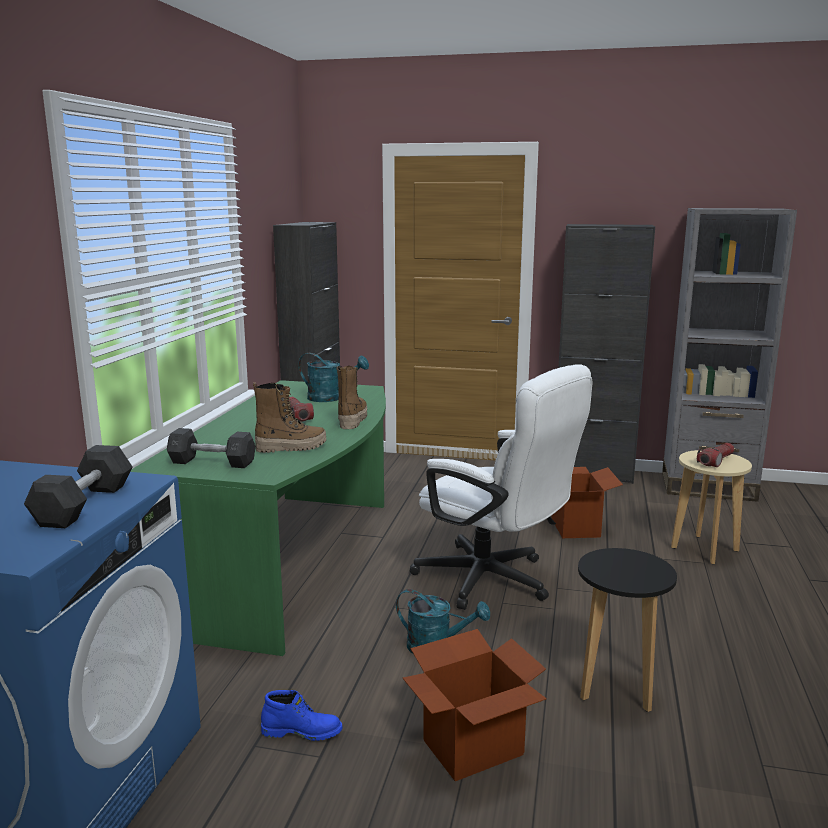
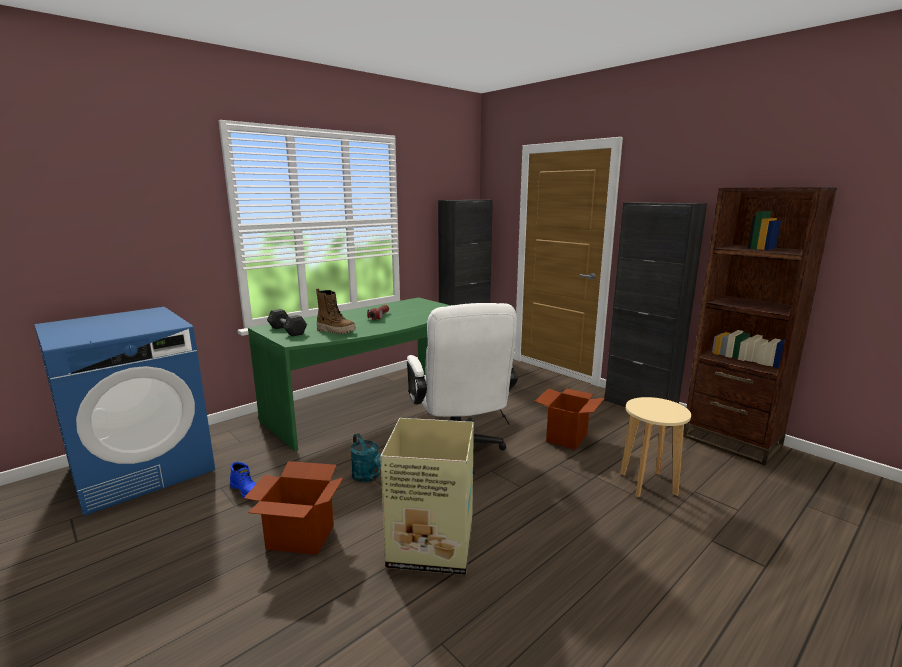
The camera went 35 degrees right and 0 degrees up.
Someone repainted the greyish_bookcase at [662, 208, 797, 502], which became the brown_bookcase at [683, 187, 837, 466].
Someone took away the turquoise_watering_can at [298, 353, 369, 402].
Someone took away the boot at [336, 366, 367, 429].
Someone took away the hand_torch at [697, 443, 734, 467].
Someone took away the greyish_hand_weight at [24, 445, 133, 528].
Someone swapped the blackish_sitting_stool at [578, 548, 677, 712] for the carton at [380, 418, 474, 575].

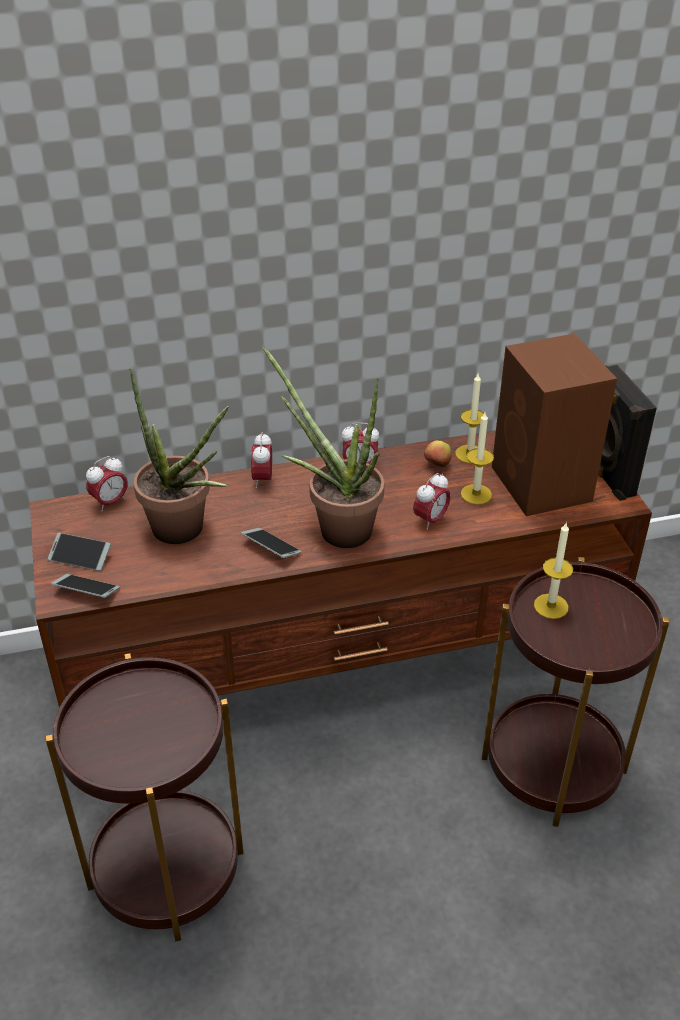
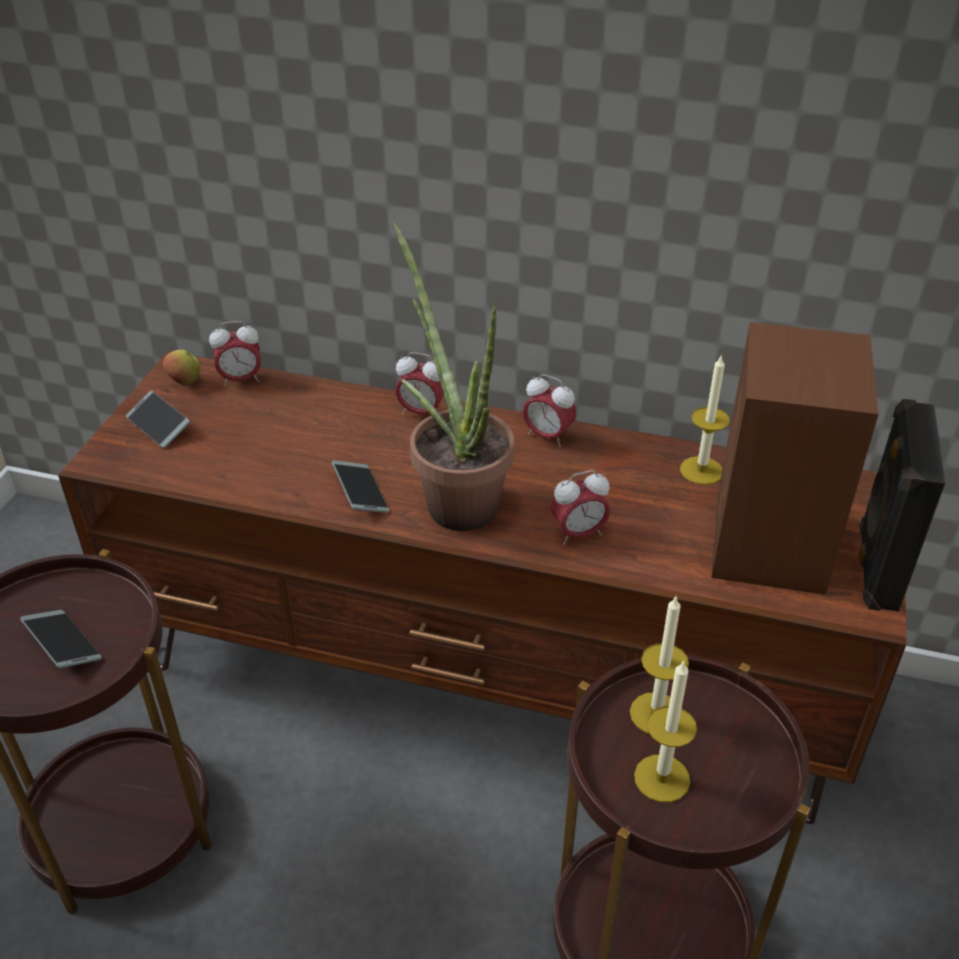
The camera went 30 degrees right and 0 degrees up.
Someone took away the plant_in_a_pot at [129, 367, 229, 544].
Someone carried the wax_light from [461, 412, 494, 505] to [634, 660, 697, 802].
Someone rotated the alarm_clock at [251, 432, 272, 488] by 105 degrees counterclockwise.
Someone carried the apple from [424, 440, 452, 467] to [163, 350, 200, 386].
Someone carried the handset from [51, 574, 120, 598] to [20, 610, 101, 668].

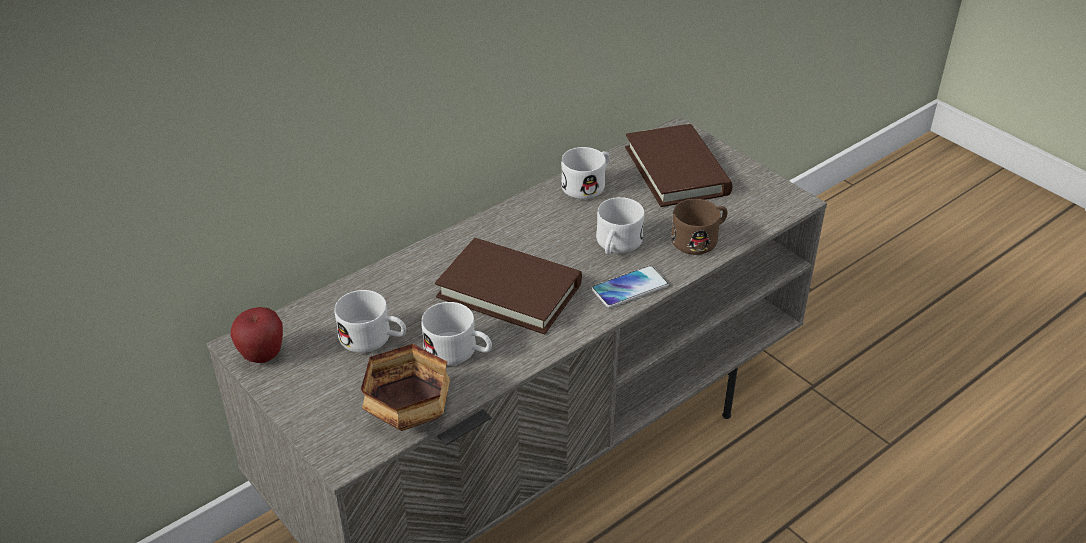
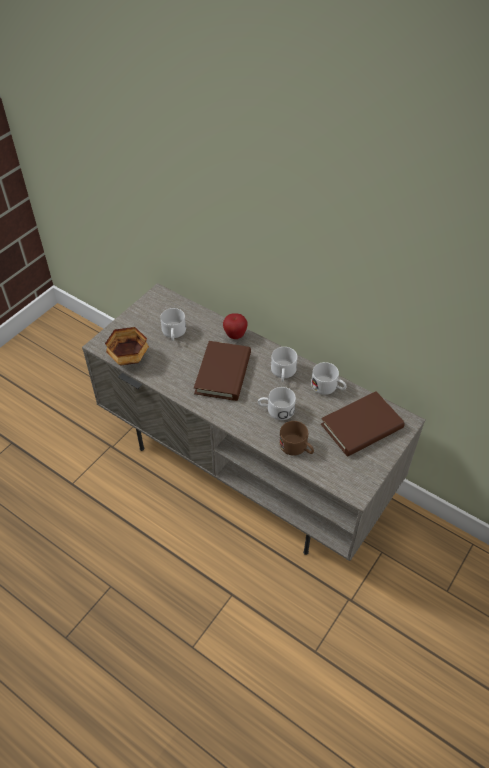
The camera went 75 degrees right and 10 degrees up.
Someone took away the handset at [592, 265, 669, 308].
Someone carried the whitish_coffee_mug from [421, 302, 492, 365] to [271, 347, 297, 382].
Someone carried the apple from [231, 307, 283, 363] to [223, 313, 248, 339].

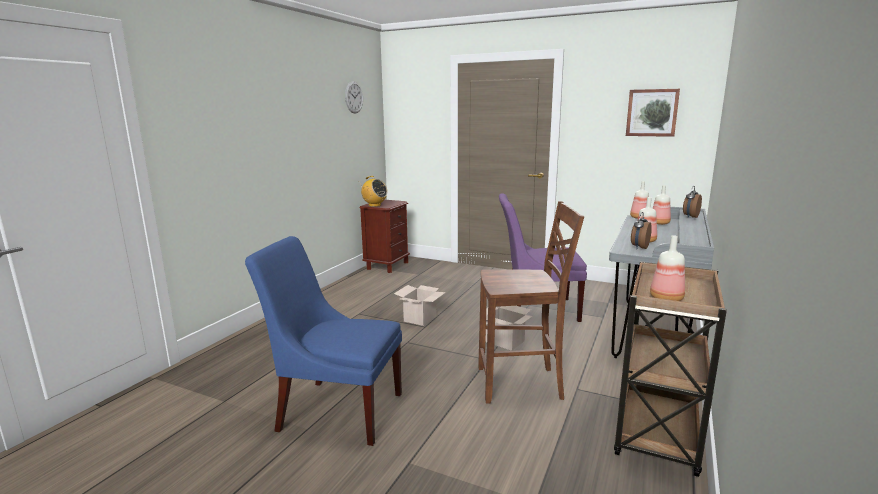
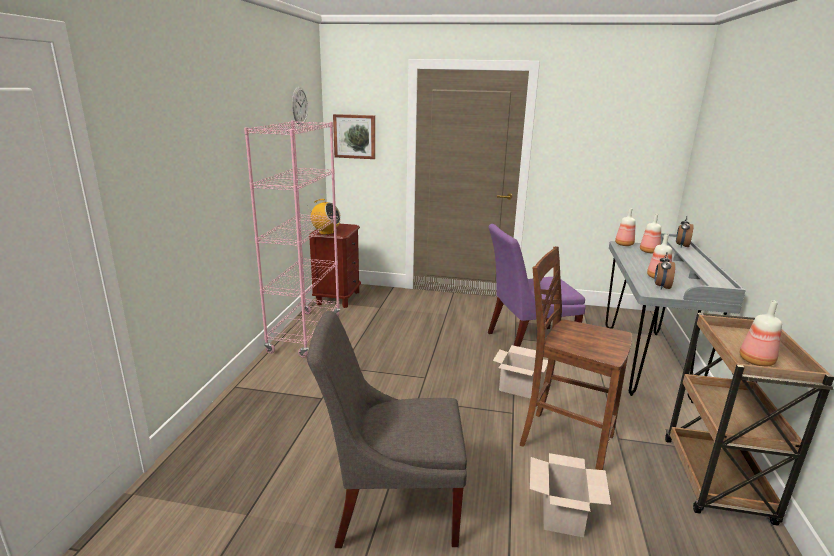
The camera went 15 degrees left and 5 degrees up.
Someone carried the picture from [626, 89, 680, 137] to [333, 114, 375, 159].
Someone rotated the brown_plain_chair at [478, 201, 584, 404] by 135 degrees counterclockwise.
Someone repainted the blue-coloured_plain_chair at [245, 236, 402, 446], which became the greyish_plain_chair at [307, 311, 467, 548].
Someone carried the carton from [394, 285, 446, 326] to [530, 453, 611, 537].
Someone put down the pink-coloured_bookcase at [244, 120, 341, 358].

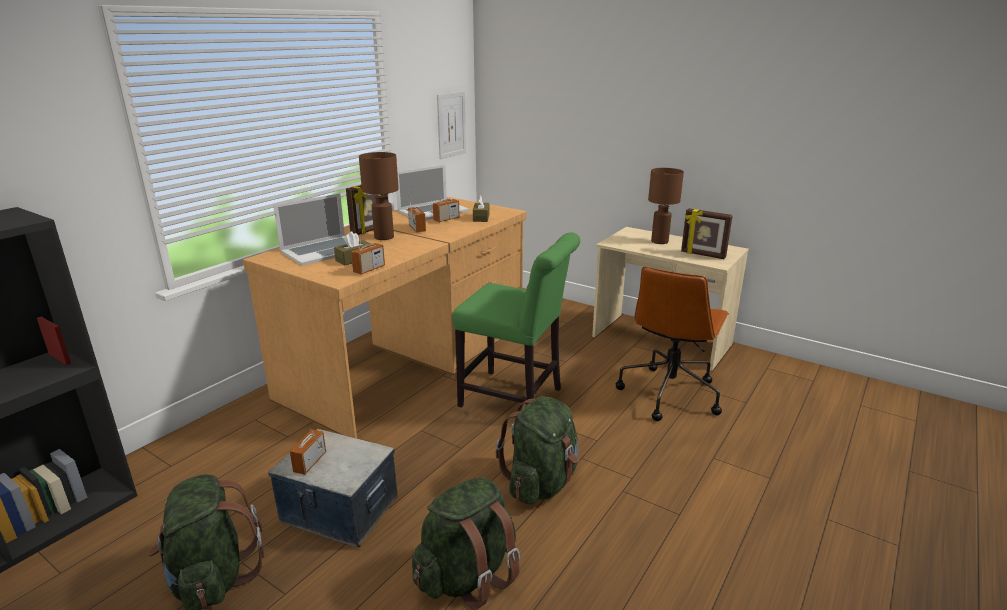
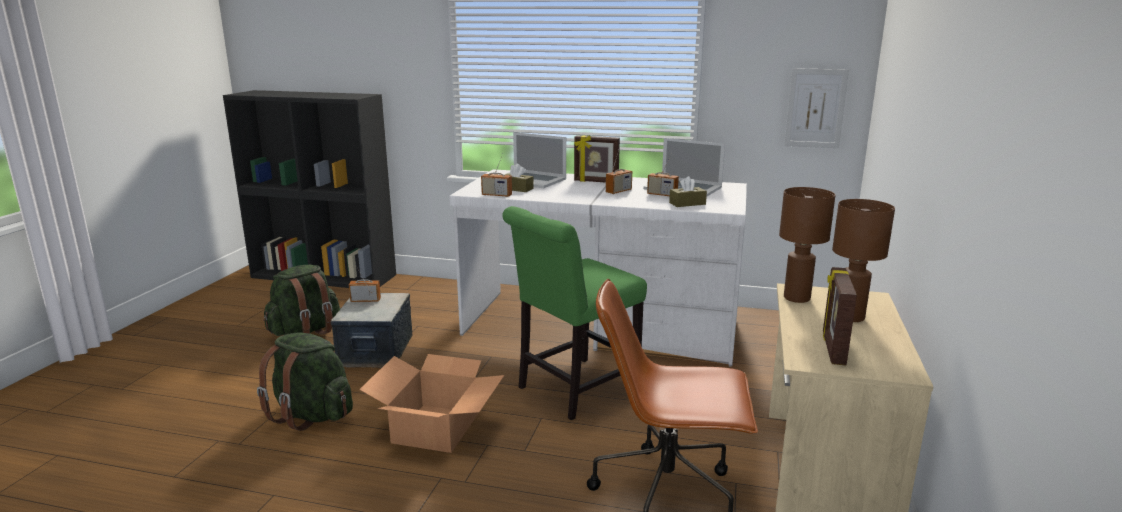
The camera went 70 degrees right and 5 degrees down.
Someone carried the brown_table_lamp from [359, 152, 399, 240] to [779, 187, 835, 303].
Someone repainted the brown_desk_table at [243, 197, 526, 439], which became the whitish_desk_table at [449, 169, 747, 367].
Someone rotated the green_plain_chair at [452, 232, 580, 408] by 45 degrees clockwise.
Someone swapped the green_backpack at [496, 396, 579, 504] for the carton at [359, 354, 504, 453].

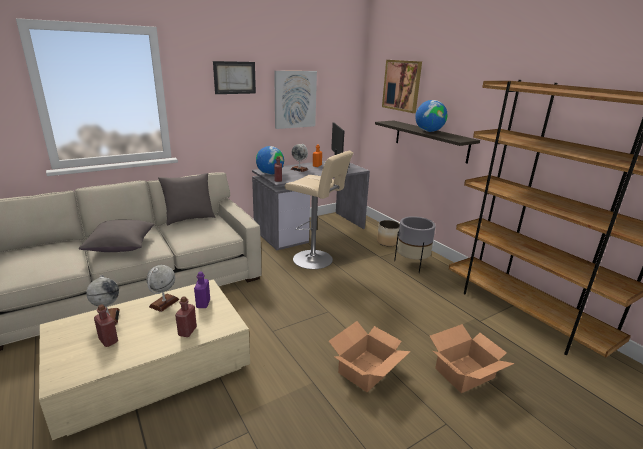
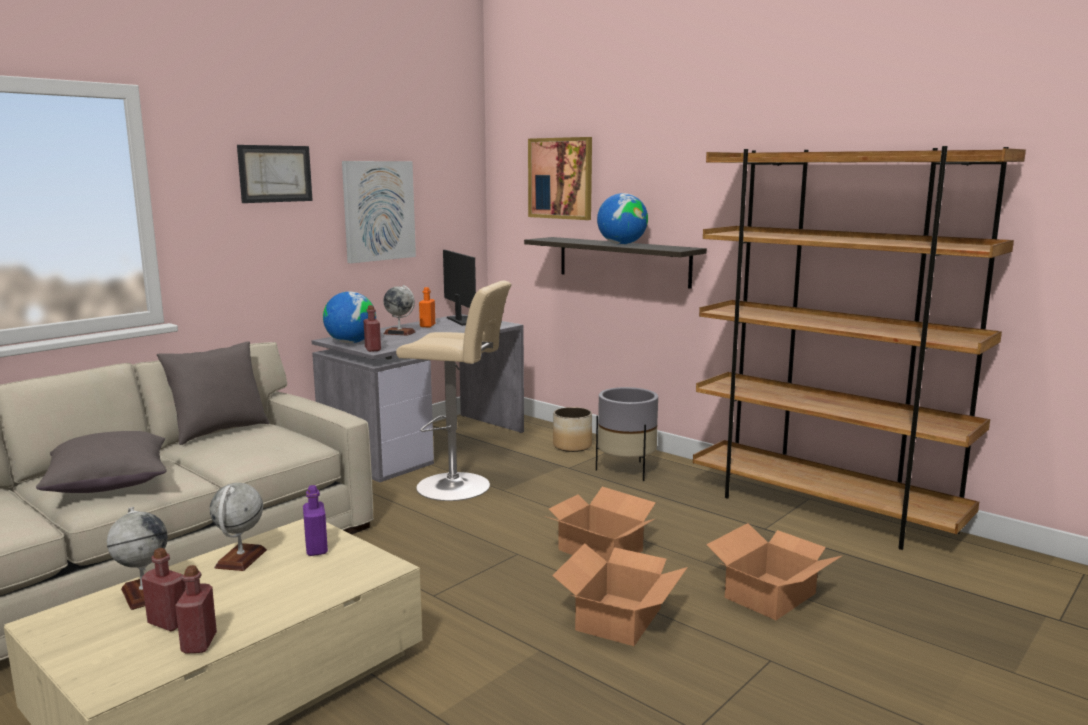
The camera went 15 degrees left and 10 degrees down.
Someone carried the red_bottle from [175, 296, 197, 337] to [175, 565, 217, 654].
Someone put down the carton at [545, 487, 656, 562].

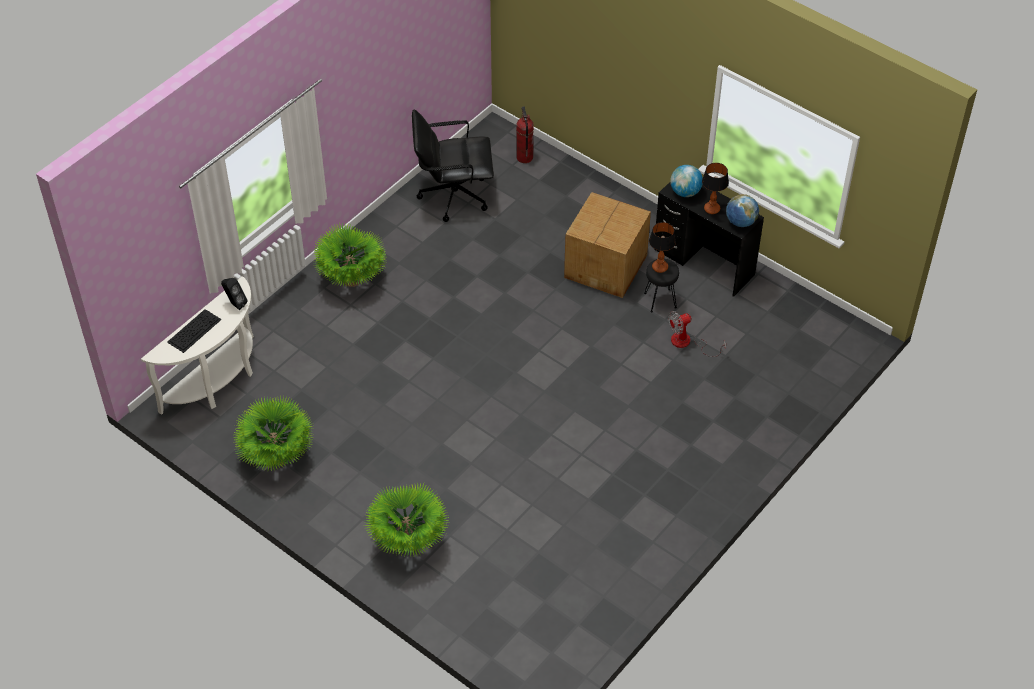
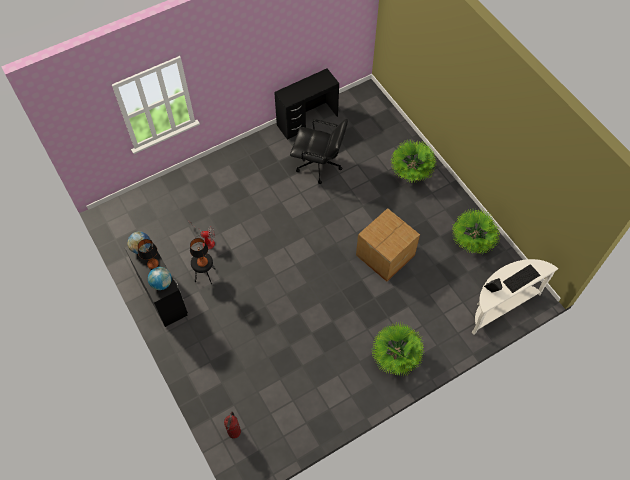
The camera went 160 degrees left and 10 degrees up.
Someone carried the blackish_computer_chair from [412, 110, 494, 222] to [290, 119, 348, 184].
Someone carried the carton from [564, 192, 651, 298] to [356, 208, 420, 282].
Someone put down the blackish_desk_table at [274, 69, 339, 140].

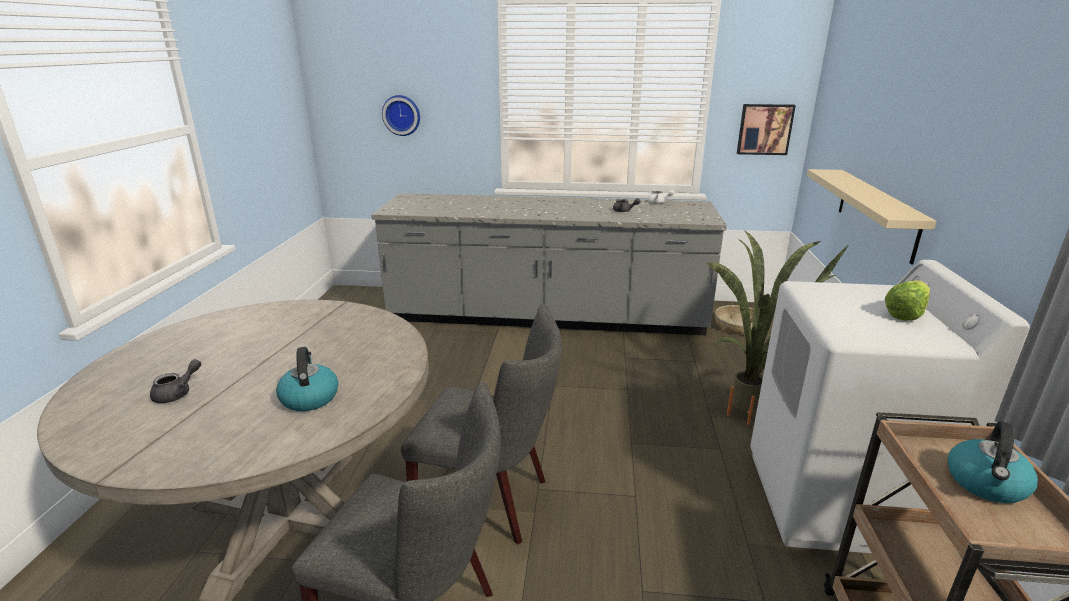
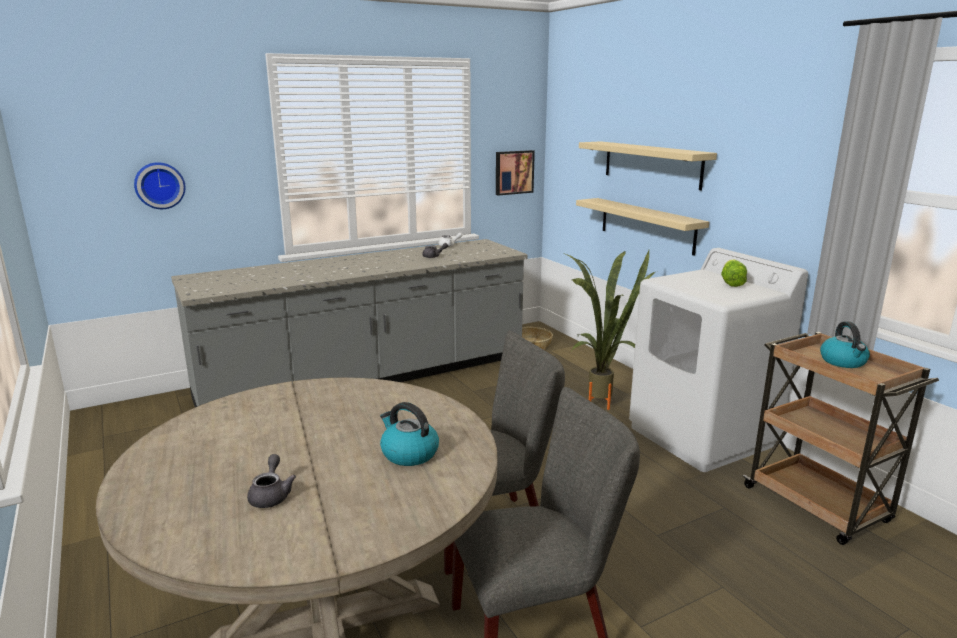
The camera went 35 degrees left and 5 degrees down.
Someone put up the beige_wall_shelf at [579, 141, 717, 190].

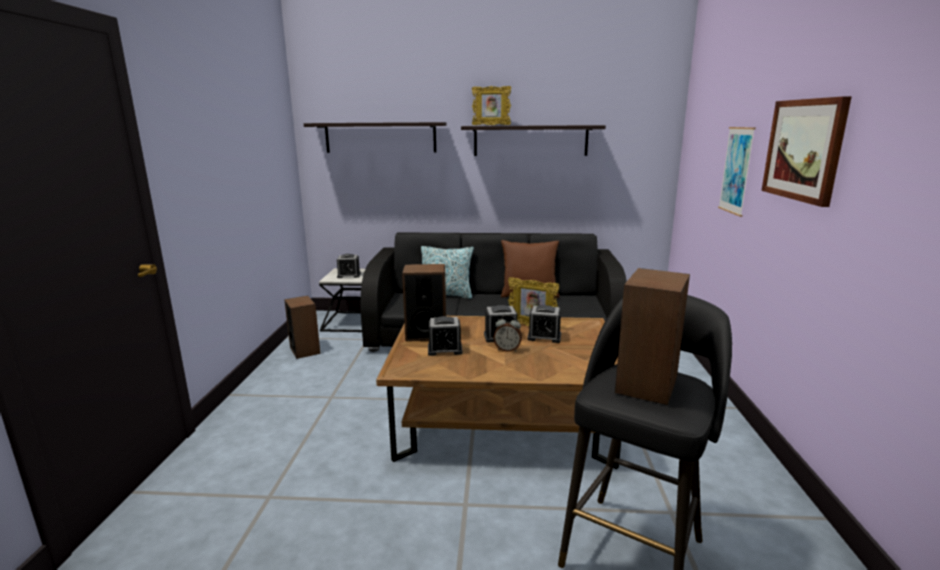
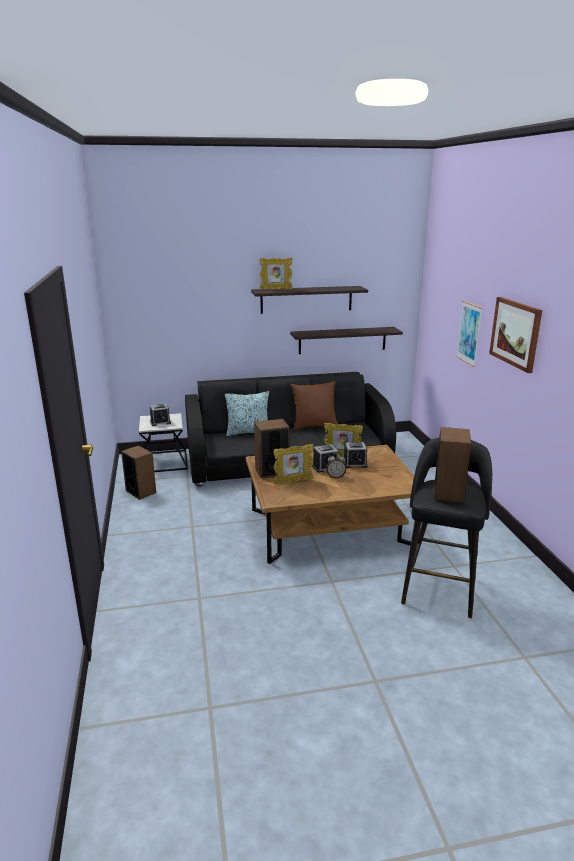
The camera went 15 degrees left and 5 degrees up.
Someone carried the wall_shelf from [304, 122, 447, 153] to [290, 327, 403, 354].
Someone swapped the alarm_clock at [428, 316, 462, 356] for the picture_frame at [273, 444, 314, 485].

